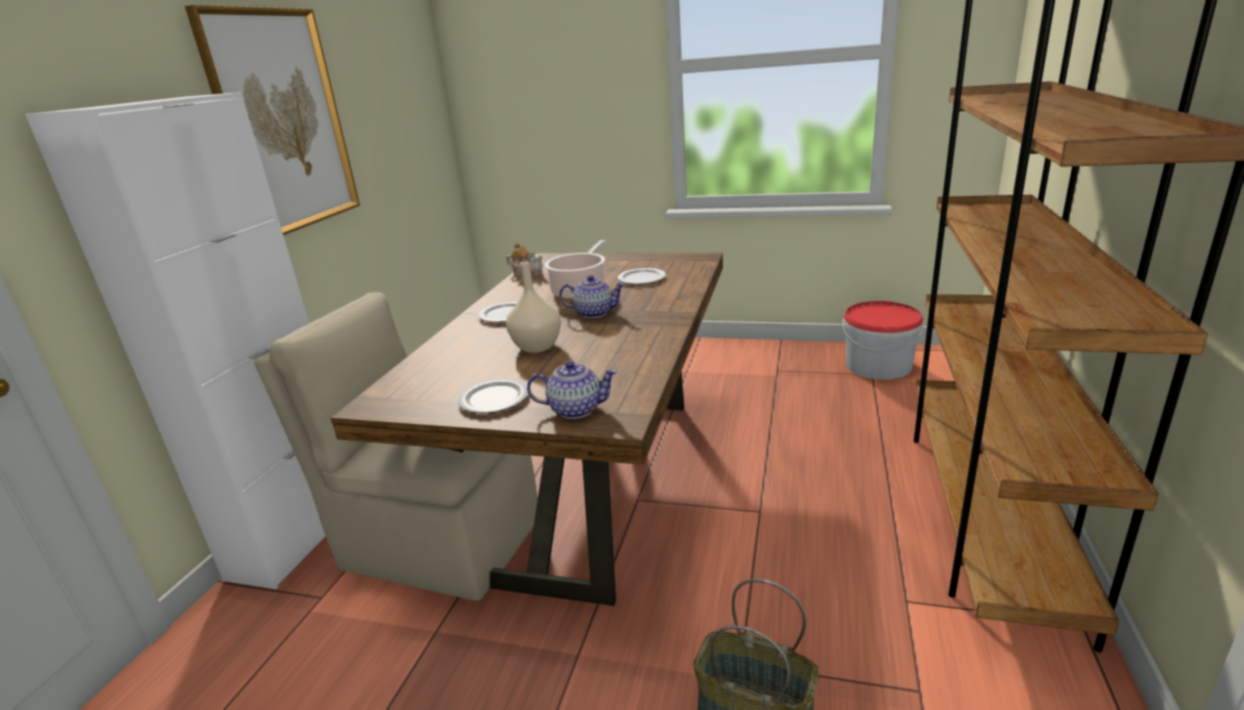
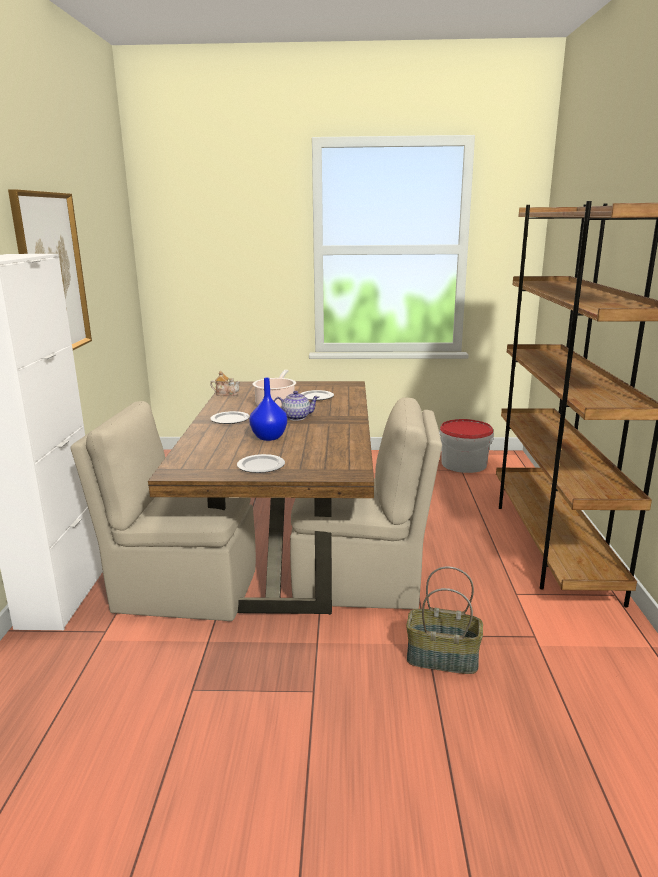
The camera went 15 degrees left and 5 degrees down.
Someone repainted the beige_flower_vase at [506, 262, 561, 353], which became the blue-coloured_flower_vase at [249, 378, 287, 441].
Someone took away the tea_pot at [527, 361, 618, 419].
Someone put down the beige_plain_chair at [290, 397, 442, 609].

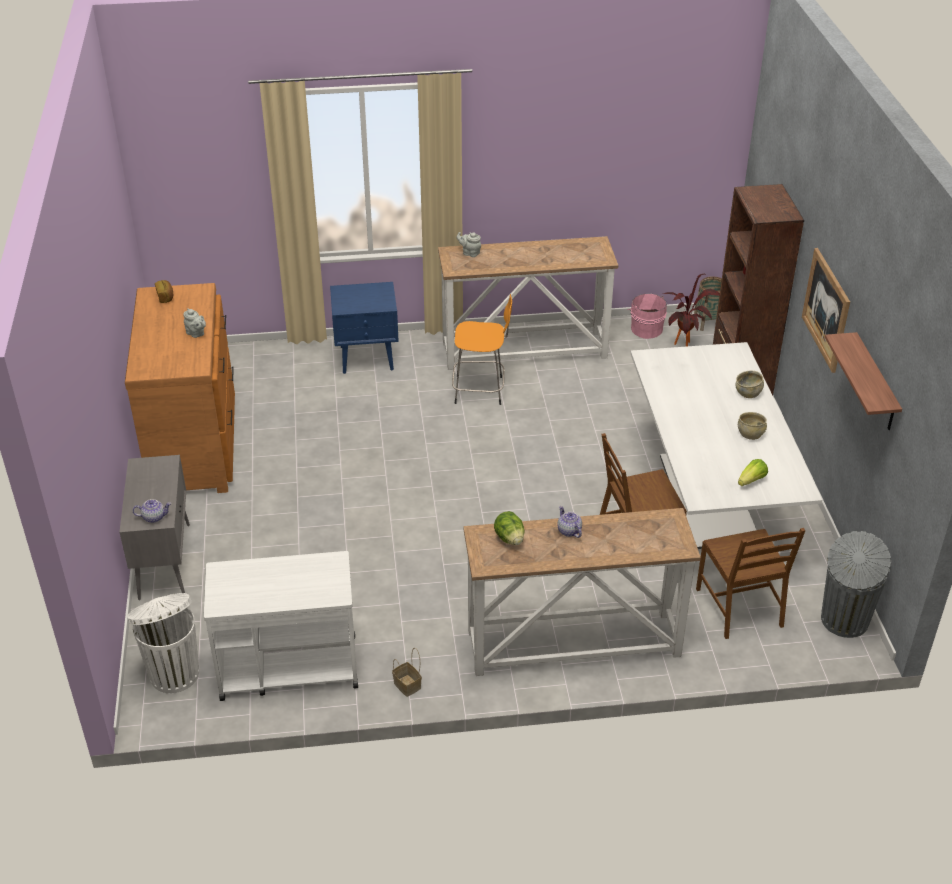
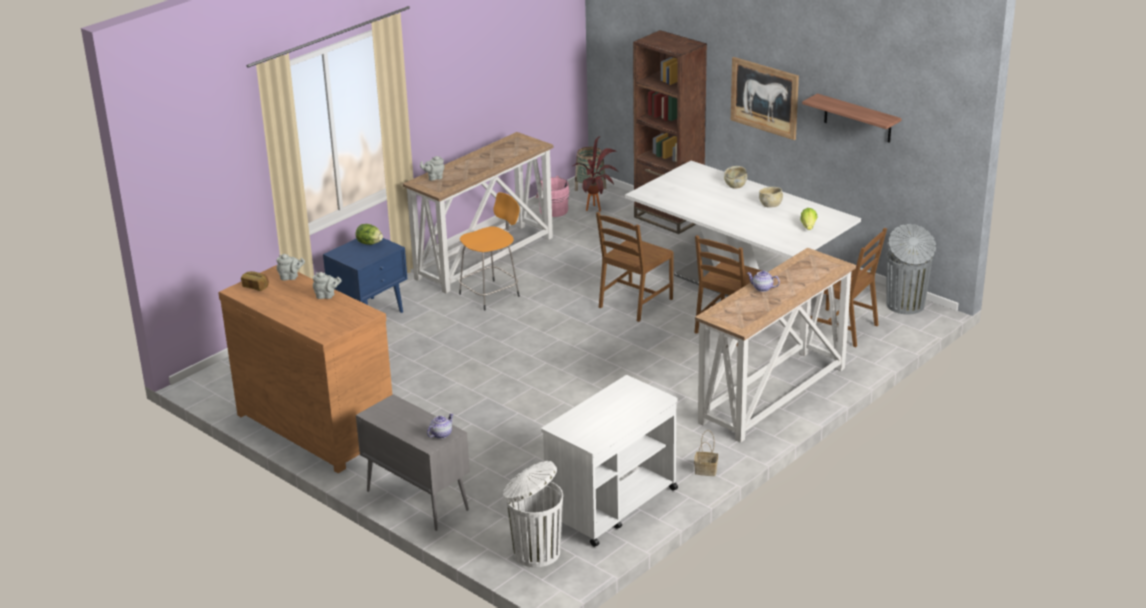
The camera went 40 degrees left and 10 degrees down.
Someone carried the lettuce_head from [494, 511, 525, 545] to [356, 224, 383, 245].
Someone put down the brown_plain_chair at [596, 212, 674, 322].
Someone put down the greyish_tea_pot at [277, 254, 305, 281].

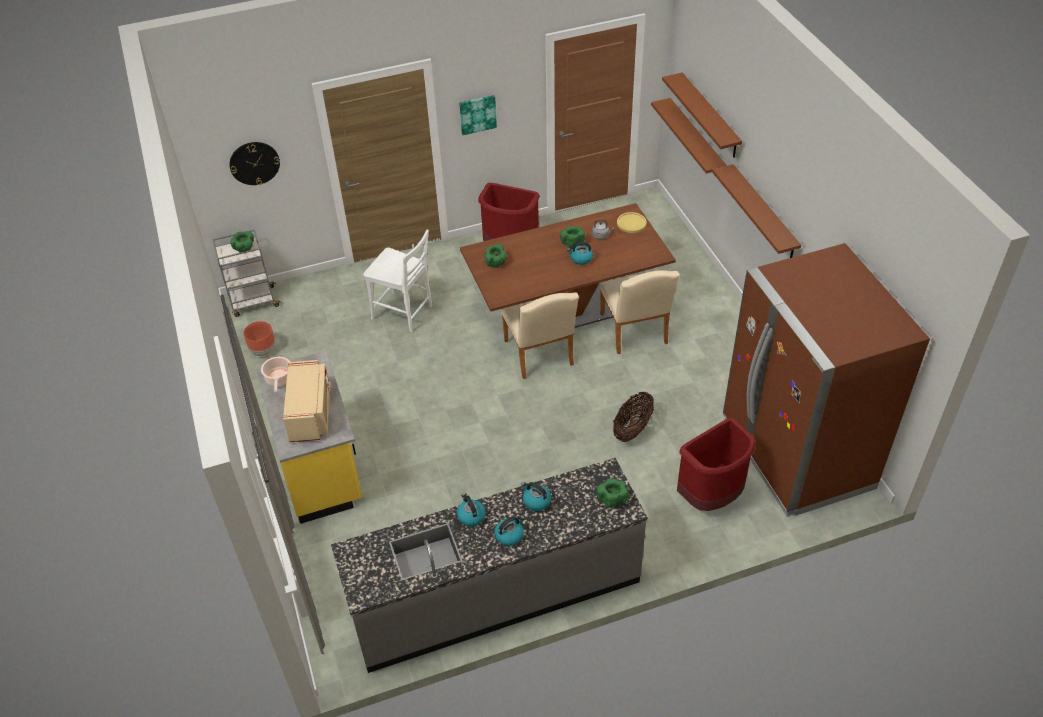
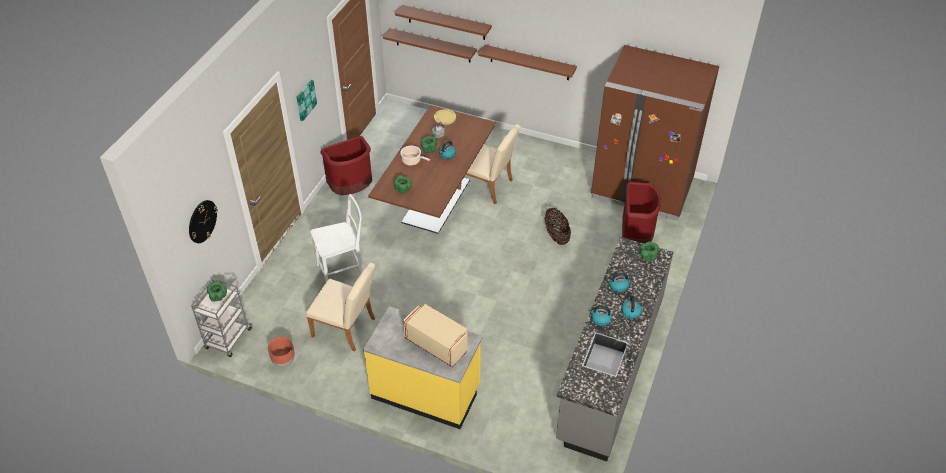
The camera went 50 degrees left and 0 degrees up.
Someone carried the beige_plain_chair from [501, 292, 579, 379] to [306, 263, 375, 351].
Someone carried the stockpot from [261, 357, 290, 392] to [400, 146, 430, 166].

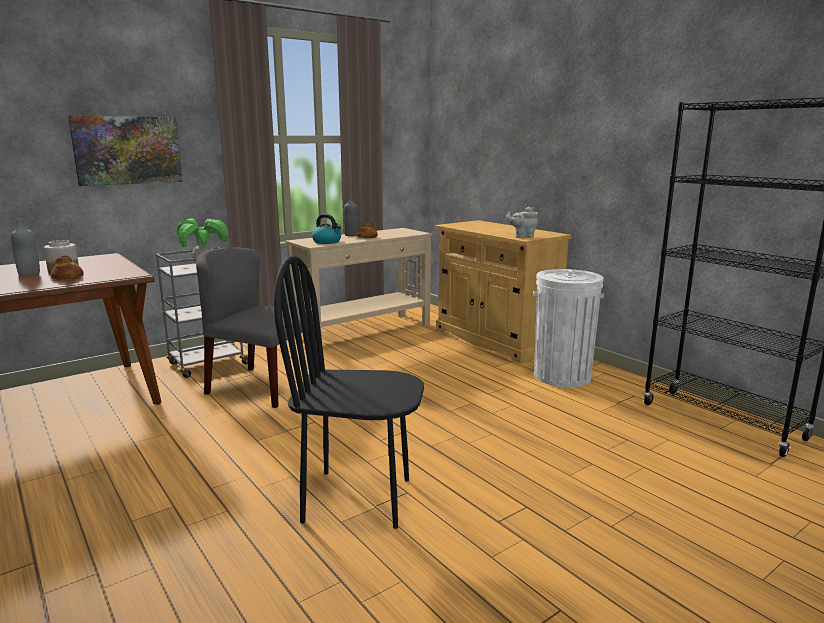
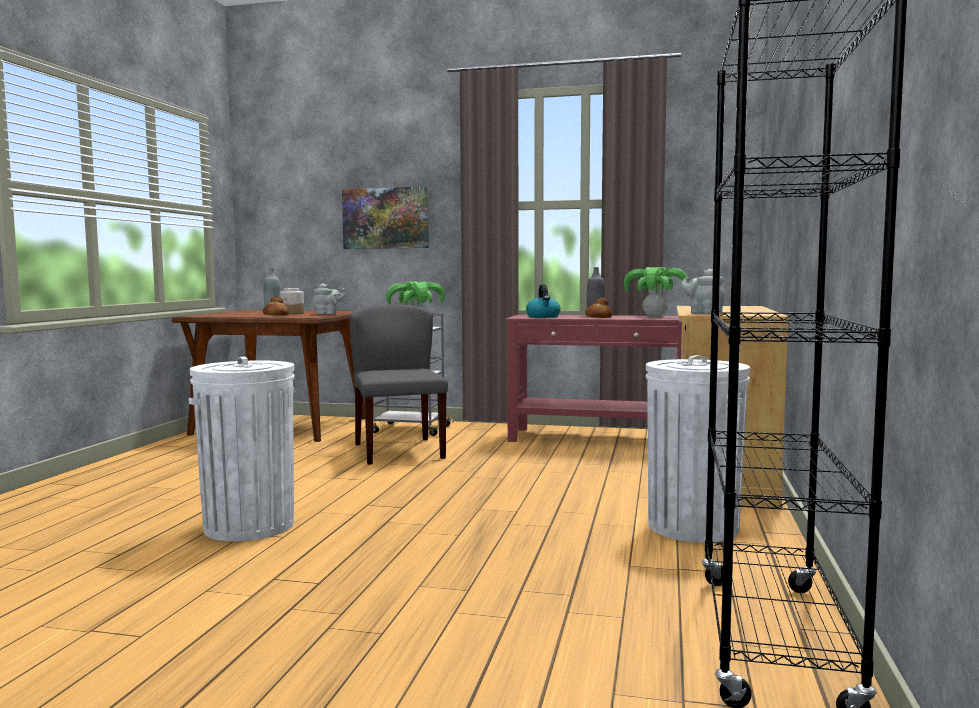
The camera went 50 degrees right and 10 degrees down.
Someone repainted the beige_hall_table at [285, 228, 432, 346], which became the red_hall_table at [506, 315, 682, 442].
Someone swapped the blackish_plain_chair at [274, 256, 424, 529] for the whitish_rubbish_bin at [189, 357, 295, 541].
Someone put down the plant_in_a_pot at [624, 267, 687, 317].
Someone put down the greyish_tea_pot at [313, 283, 346, 314].

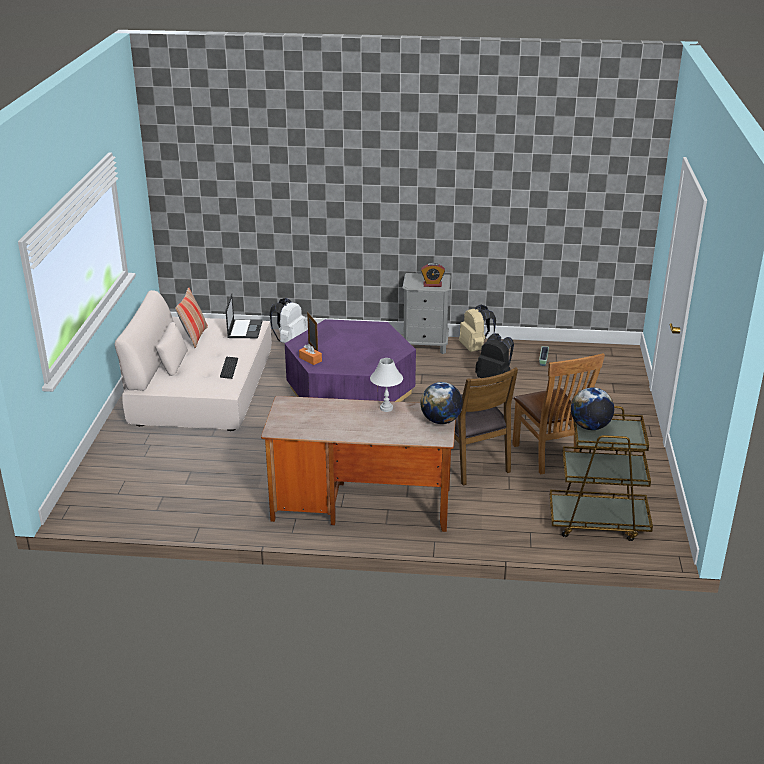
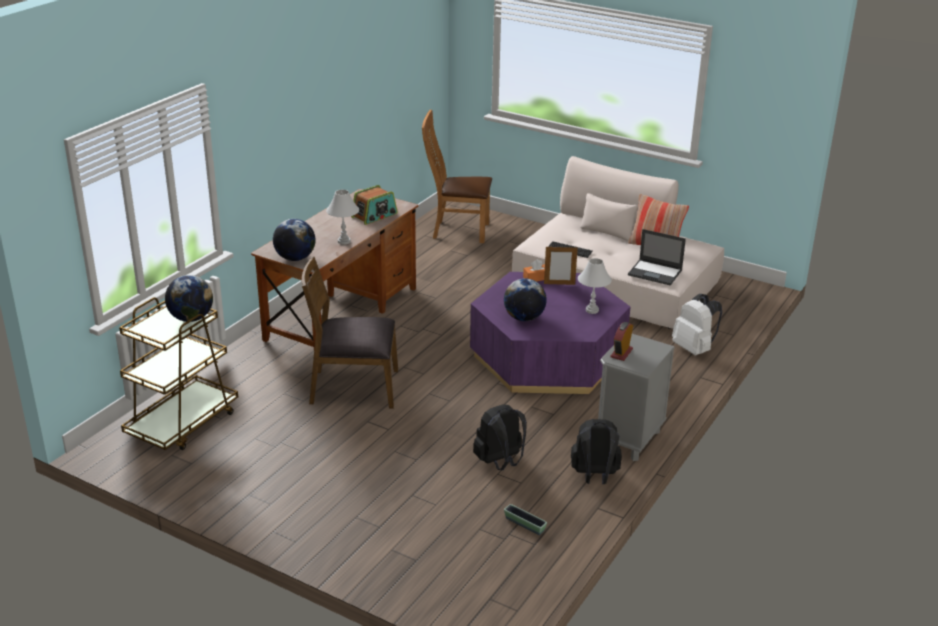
The camera went 115 degrees right and 0 degrees up.
Someone repainted the beige_backpack at [459, 305, 496, 352], which became the blackish_backpack at [571, 419, 622, 484].
Someone carried the brown_plain_chair from [512, 353, 605, 474] to [422, 110, 492, 243].
Someone put down the radio_receiver at [351, 185, 398, 225].
Someone put down the whitish_table_lamp at [578, 258, 612, 314].
Someone put down the globe at [504, 278, 547, 321].

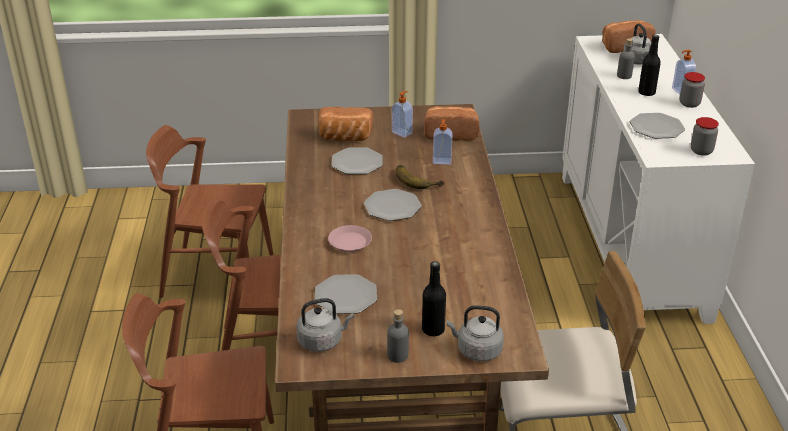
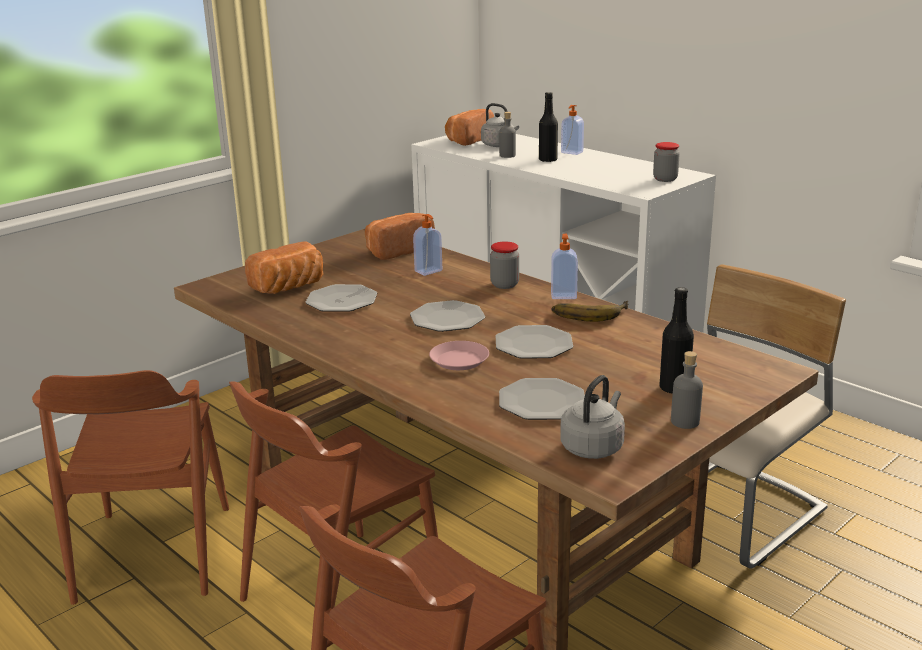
The camera went 40 degrees left and 10 degrees down.
Someone carried the jar from [680, 72, 705, 108] to [490, 241, 519, 289].
Someone carried the soap_bottle from [392, 91, 413, 138] to [551, 234, 578, 299].
Someone carried the plate from [630, 113, 685, 139] to [496, 325, 573, 359].
Someone rotated the brown_plain_chair at [146, 125, 273, 298] by 60 degrees counterclockwise.
Someone carried the banana_fruit from [396, 165, 444, 189] to [552, 301, 628, 322].
Someone took away the greyish_kettle at [447, 305, 504, 361].

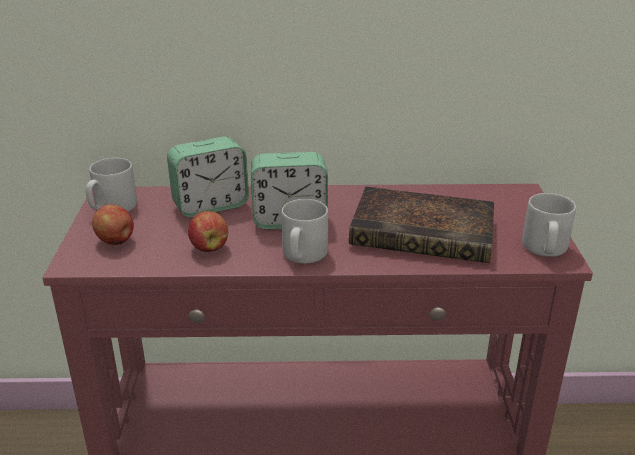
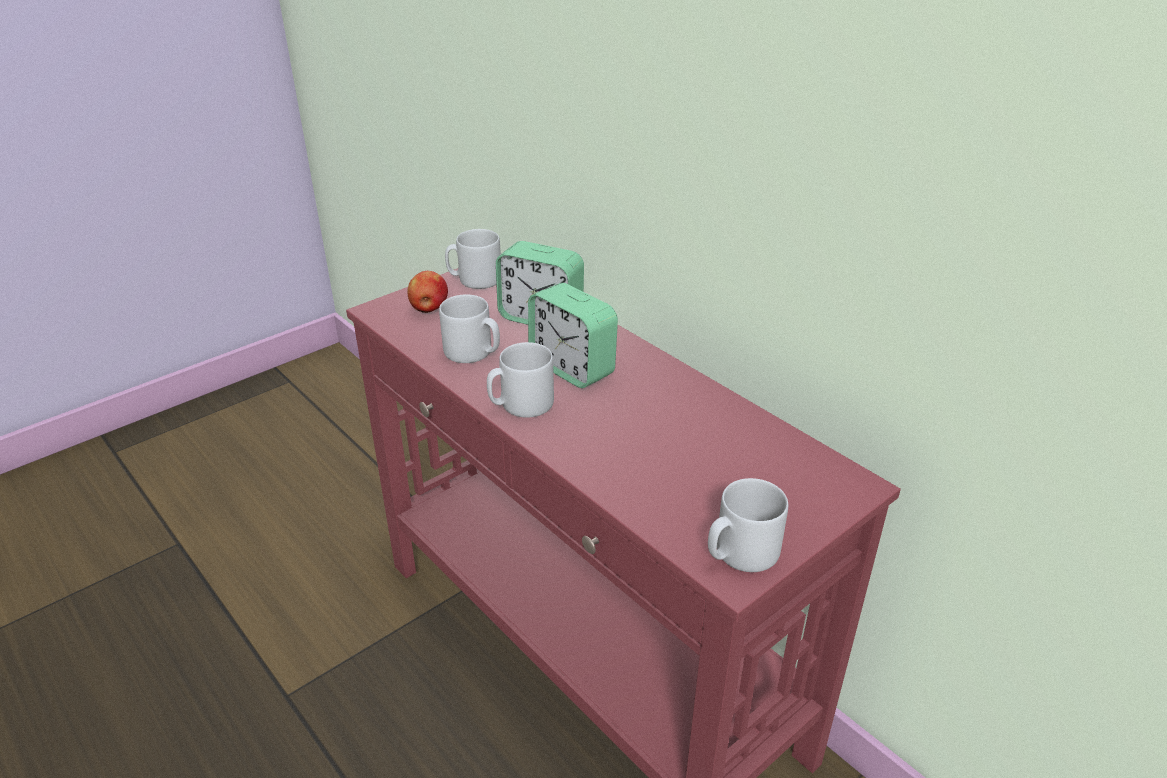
The camera went 50 degrees right and 5 degrees up.
Someone took away the bound_book at [349, 186, 494, 263].
Someone swapped the apple at [188, 211, 228, 252] for the greyish_coffee_mug at [439, 295, 500, 363].

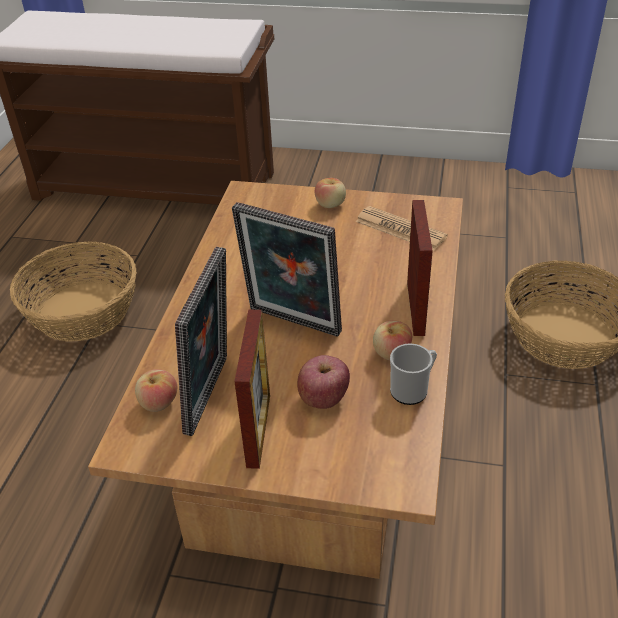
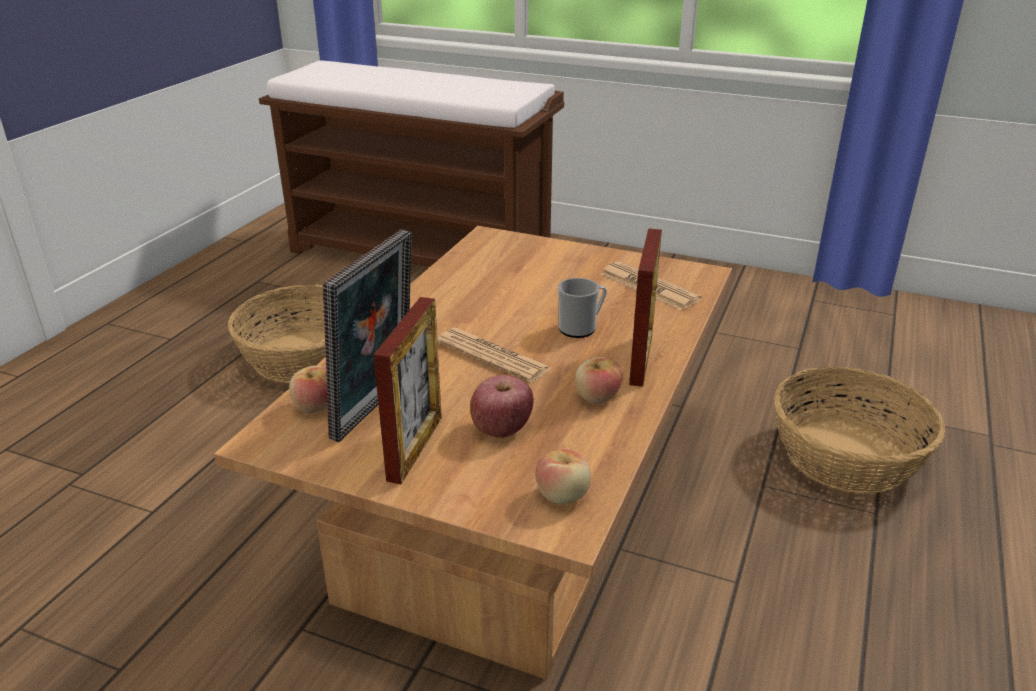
The camera went 10 degrees right and 10 degrees down.
Someone carried the apple from [315, 178, 346, 208] to [535, 449, 591, 504].
Someone swapped the picture_frame at [232, 202, 342, 337] for the newspaper at [437, 328, 551, 382].
Someone carried the coffee_mug from [390, 344, 437, 405] to [558, 278, 607, 338].

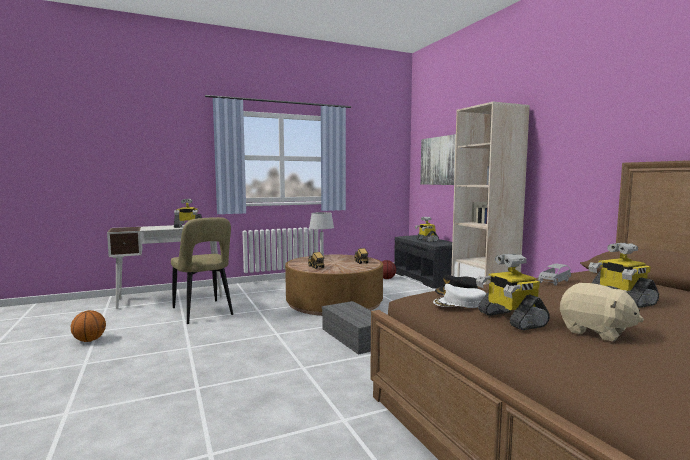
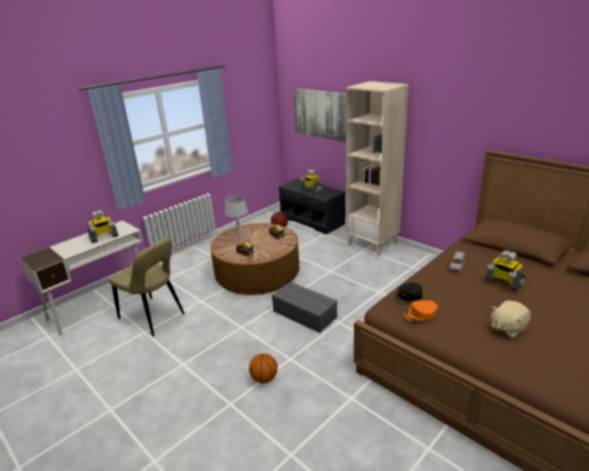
The camera went 20 degrees left and 20 degrees up.
Someone took away the robot_figure at [476, 254, 550, 330].
Someone rotated the beige_plush_toy at [560, 283, 644, 342] by 120 degrees clockwise.
Someone repainted the whitish_baseball_cap at [433, 284, 486, 308], which became the orange-coloured_baseball_cap at [404, 300, 438, 322].
Someone carried the basketball_ball from [71, 310, 106, 342] to [249, 353, 278, 383].

